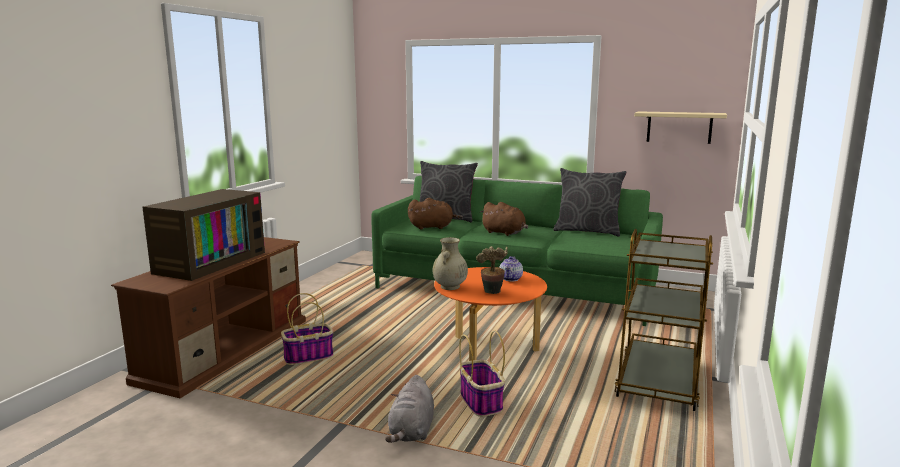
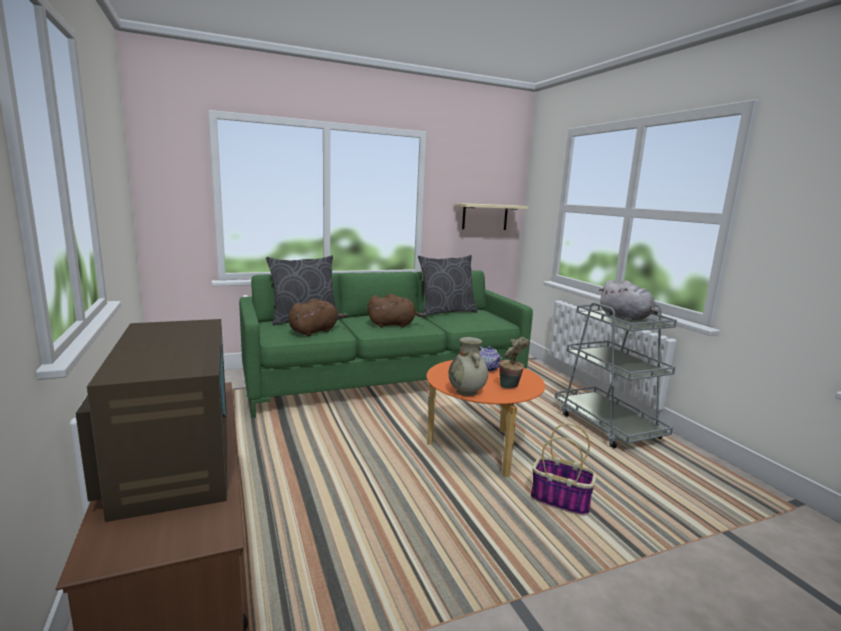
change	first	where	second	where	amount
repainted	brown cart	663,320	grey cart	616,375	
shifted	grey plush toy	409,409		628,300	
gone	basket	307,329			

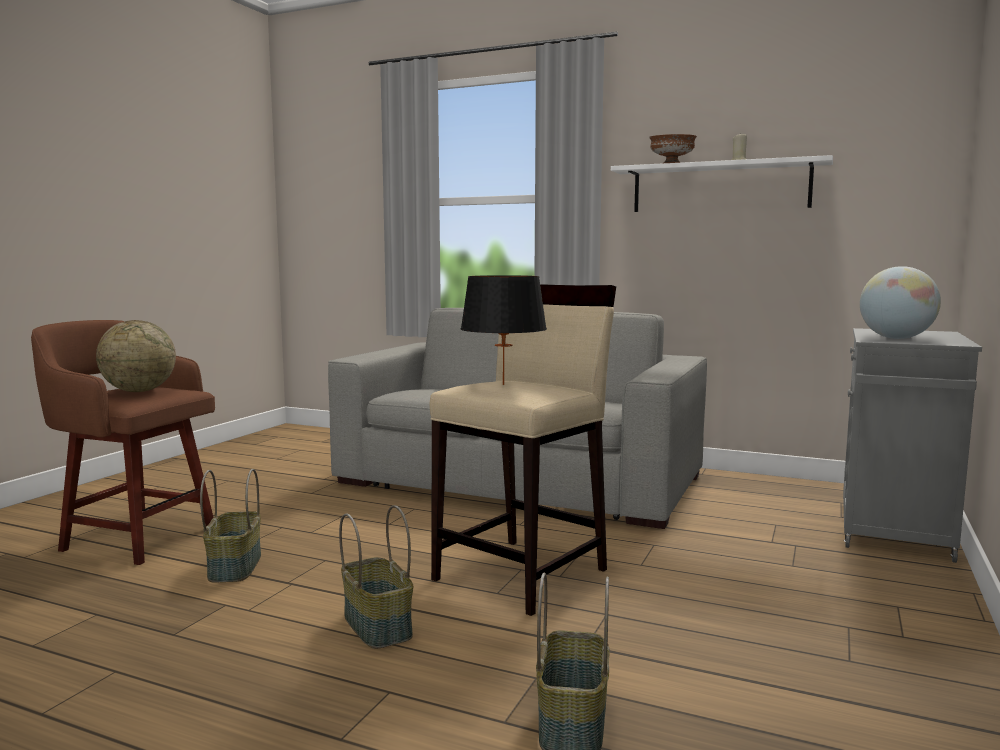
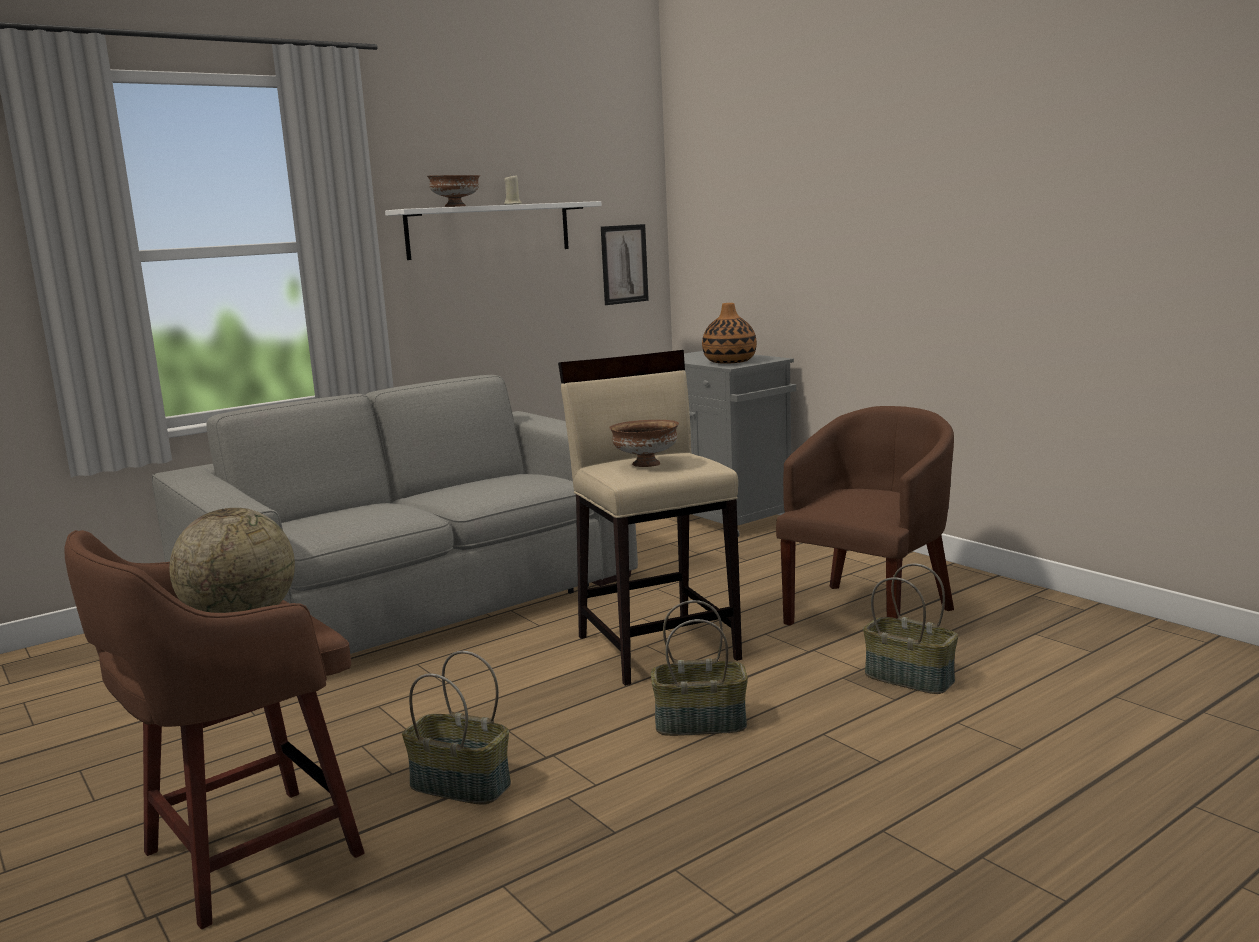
change	first	where	second	where	amount
new			picture	625,264	
swapped	black table lamp	504,330	brown bowl	644,443	
swapped	globe	900,302	vase	729,333	
new			brown armchair	865,515	

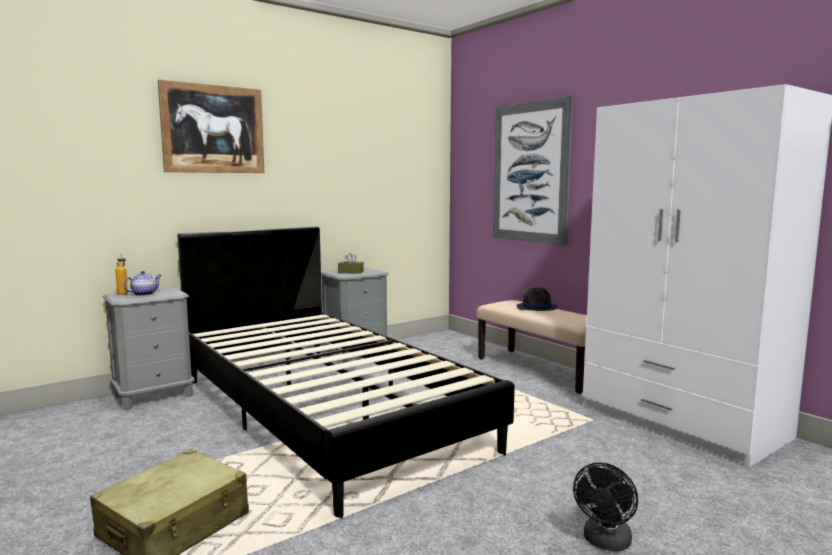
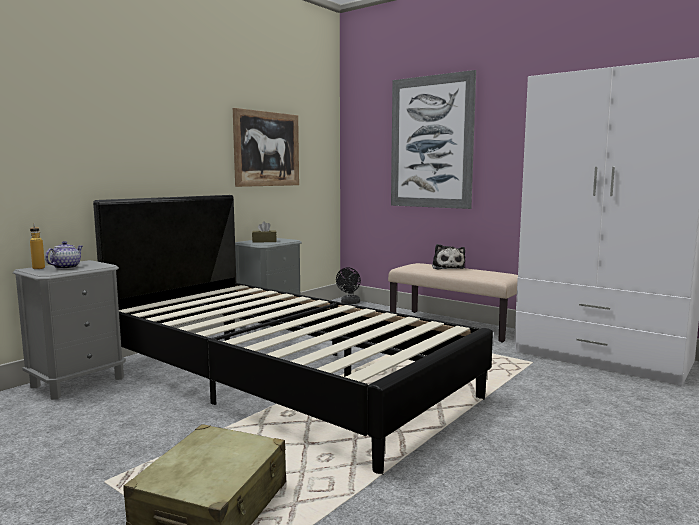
change	first	where	second	where	amount
shifted	picture	211,126		266,147	
shifted	black fan	605,507		348,285	
swapped	black hat	537,299	plush toy	448,256	

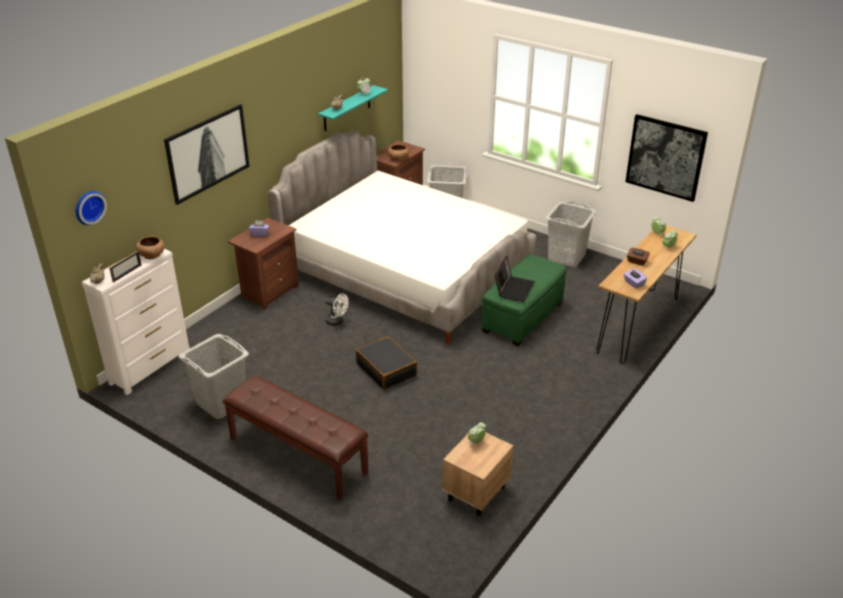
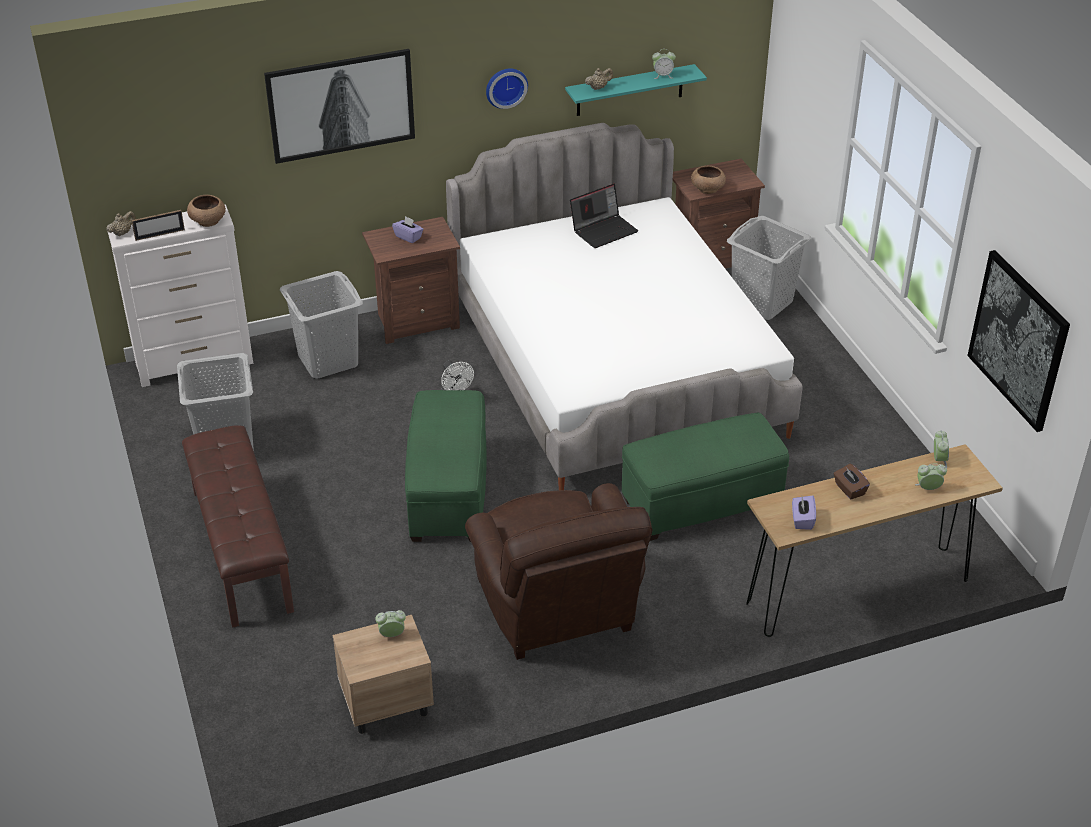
change	first	where	second	where	amount
shifted	grey laundry basket	571,234		321,325	
swapped	black suitcase	386,363	green ottoman	446,466	
new			brown armchair	559,571	
shifted	wall clock	91,208		507,88	
shifted	laptop	515,279		604,216	

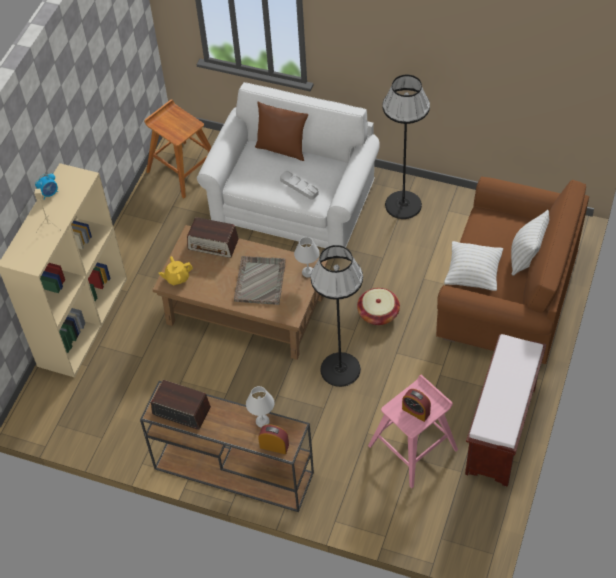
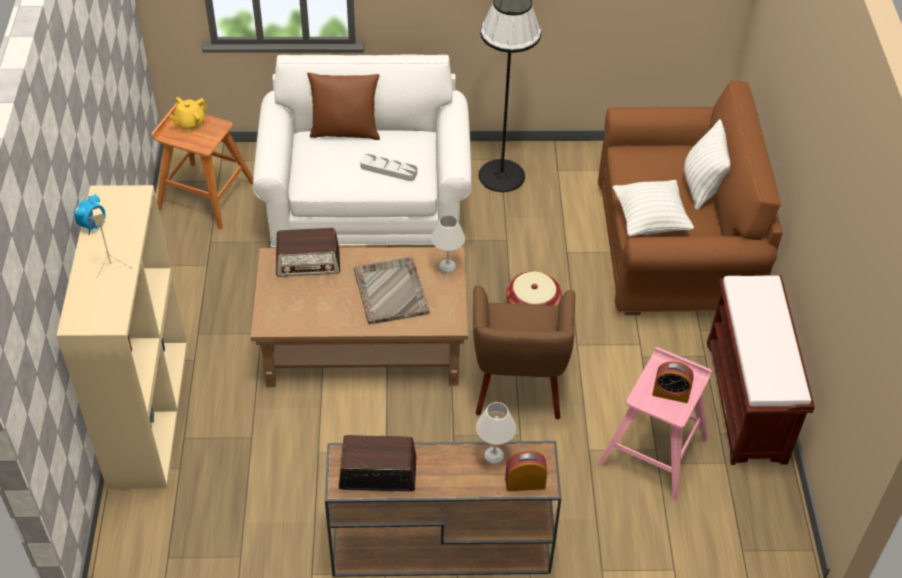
change	first	where	second	where	amount
shifted	yellow teapot	176,271		188,114	
swapped	black floor lamp	337,316	brown armchair	524,352	

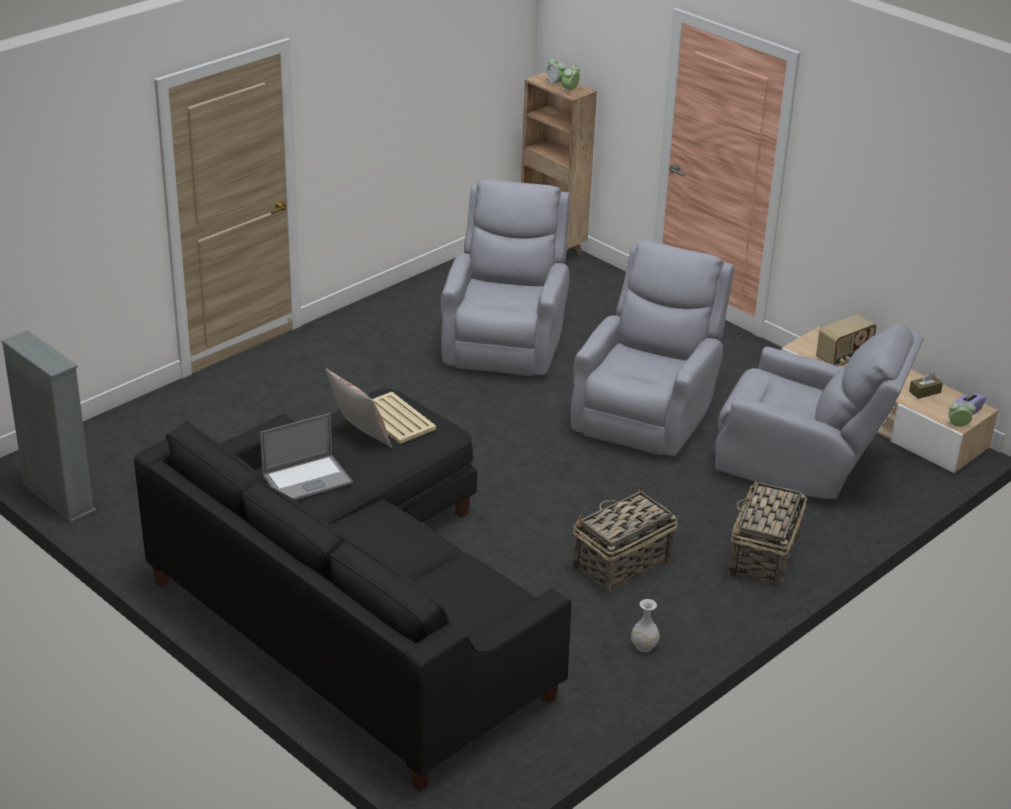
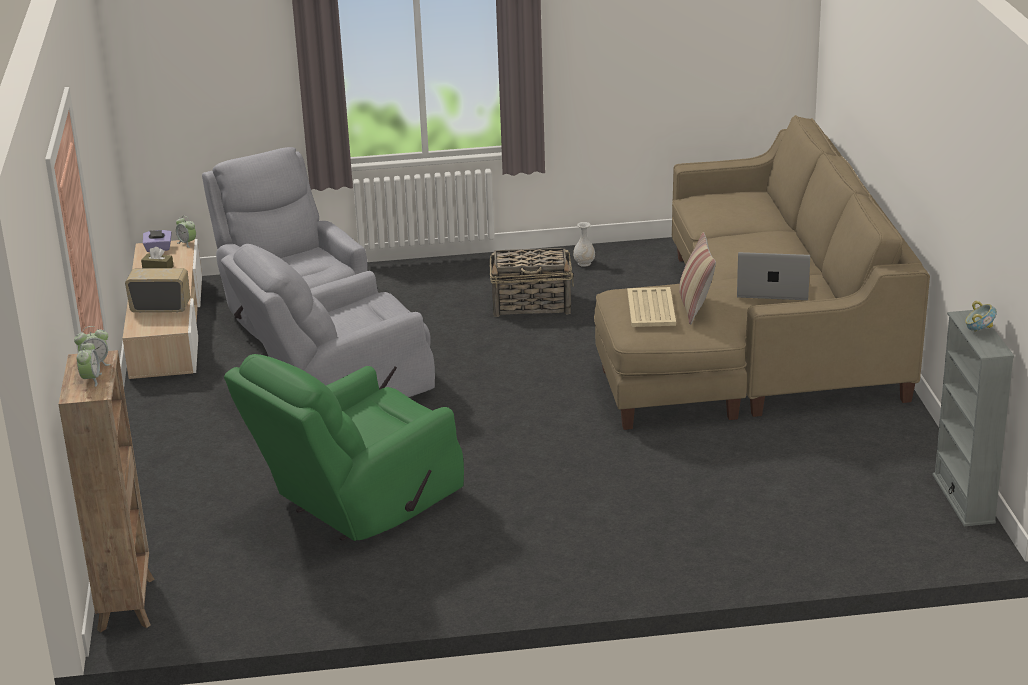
change	first	where	second	where	amount
repainted	grey armchair	505,277	green armchair	344,447	
repainted	black sofa	353,590	beige sofa	762,272	
new			bowl	981,316	
gone	basket	767,533			

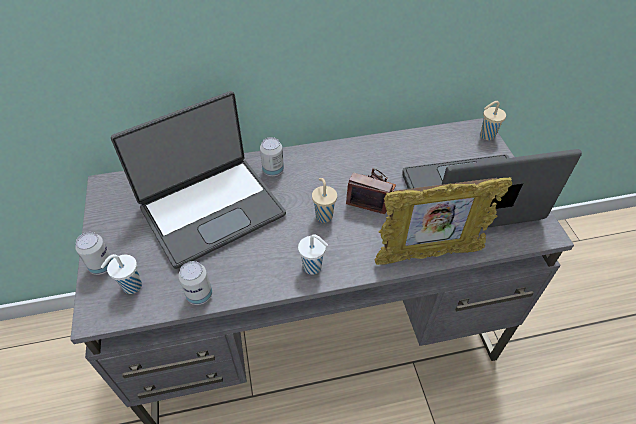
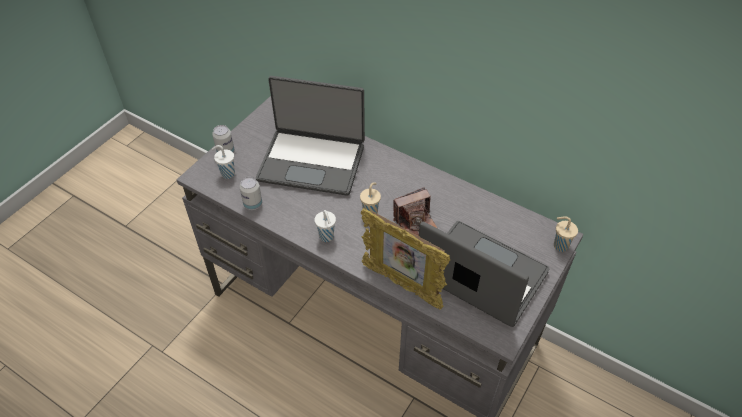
change	first	where	second	where	amount
rotated	photo camera	371,191		415,211	90 degrees clockwise
gone	can	272,156			

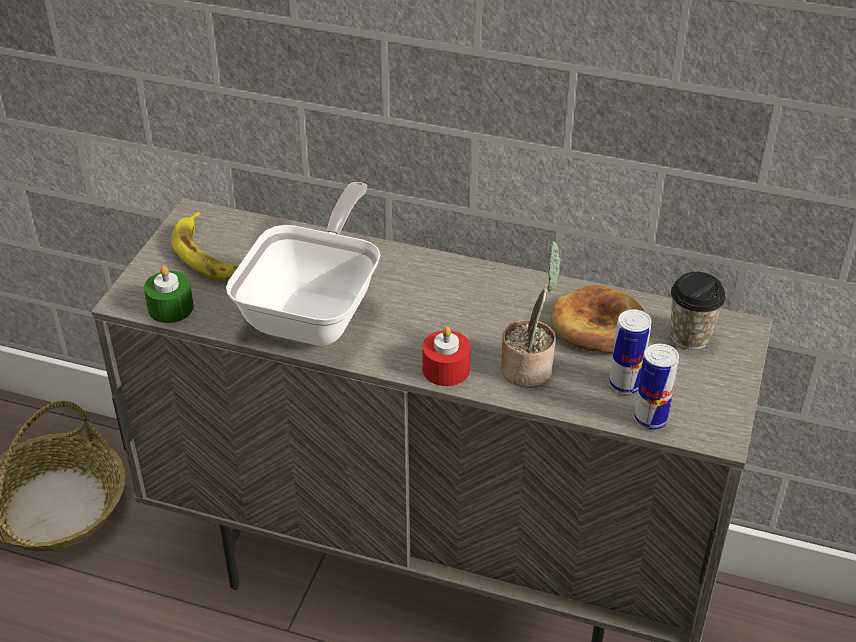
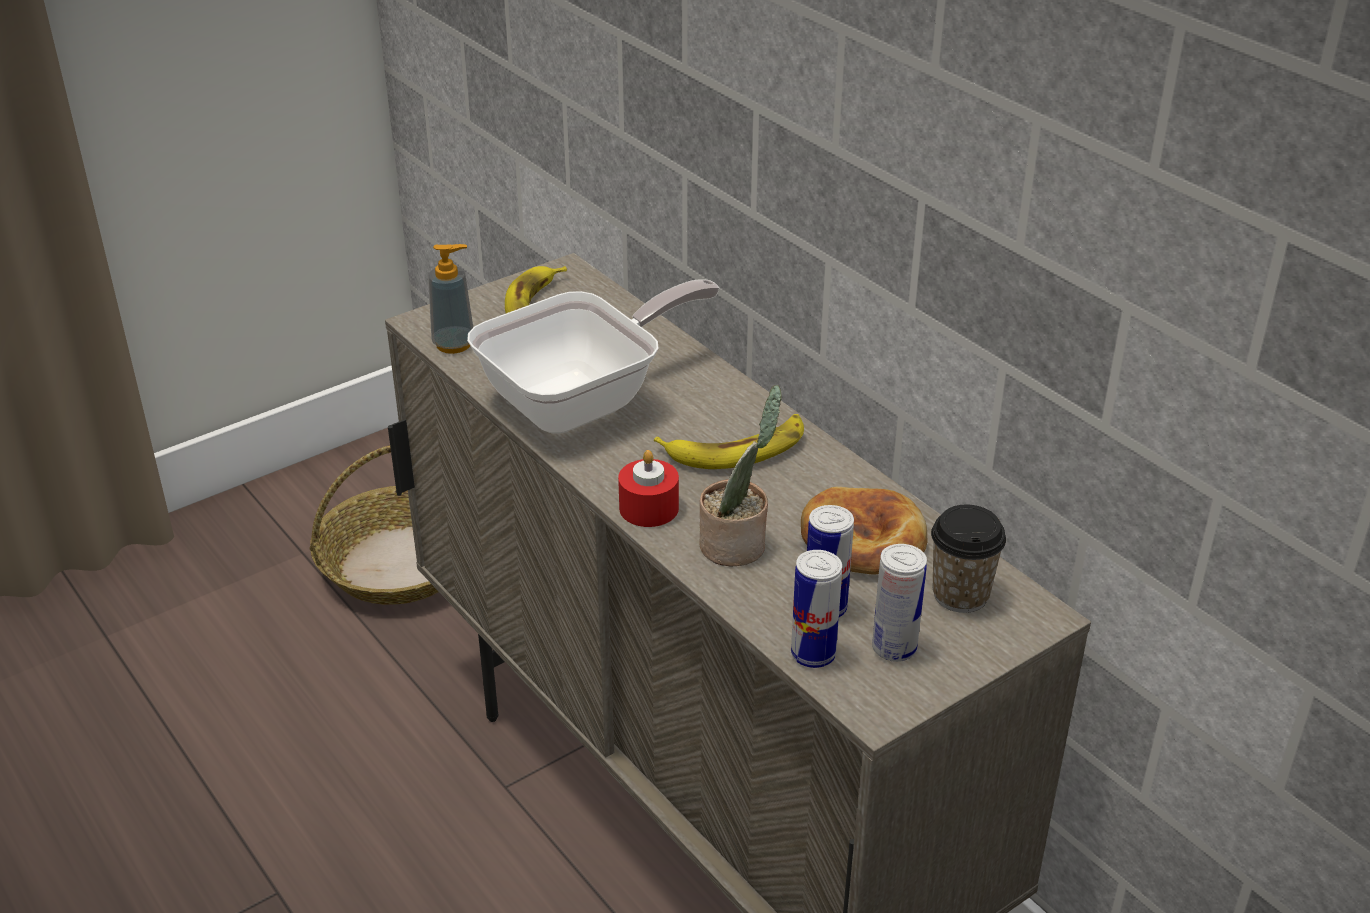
change	first	where	second	where	amount
swapped	green candle	169,294	soap dispenser	450,299	
new			banana	729,441	
new			can	899,603	

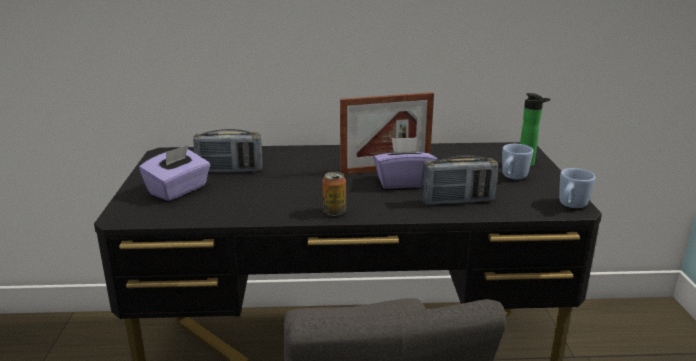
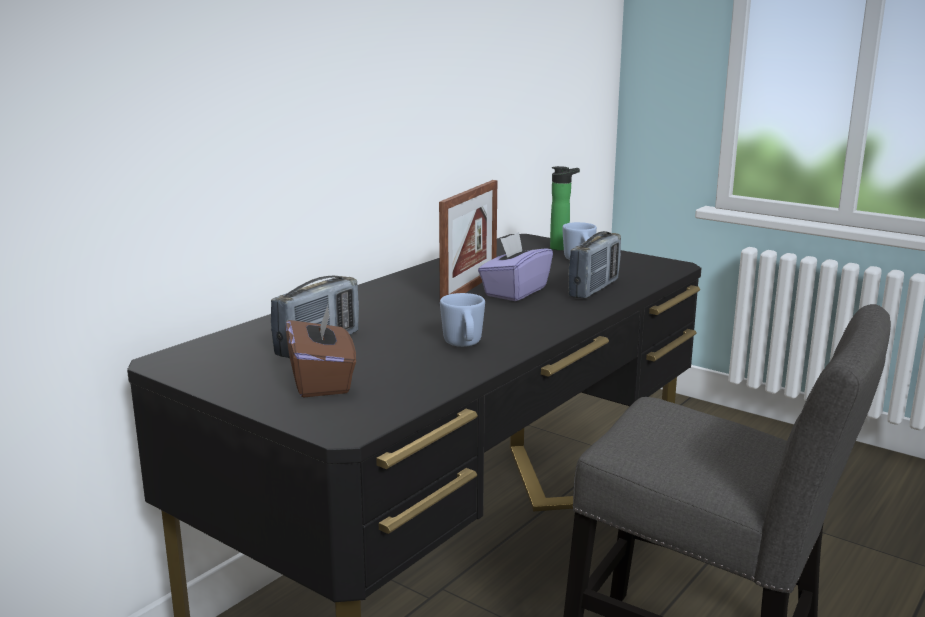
change	first	where	second	where	amount
repainted	purple tissue box	174,173	brown tissue box	320,351	
shifted	blue mug	577,188		462,320	
gone	can	334,194			

